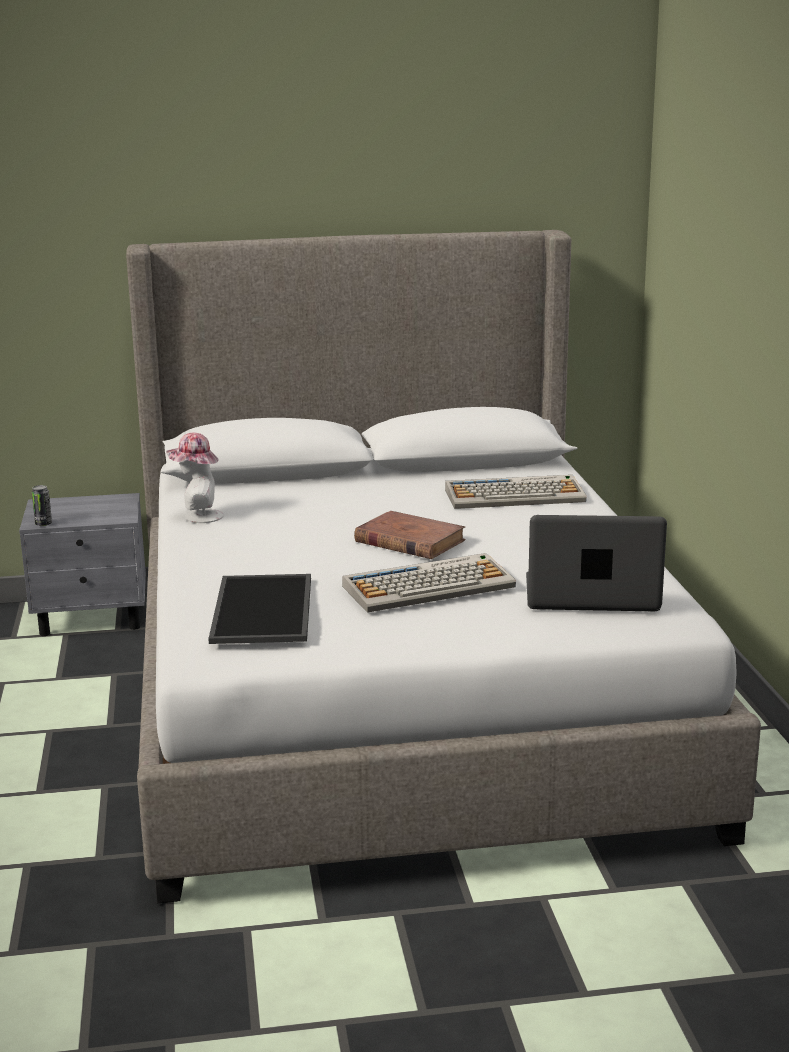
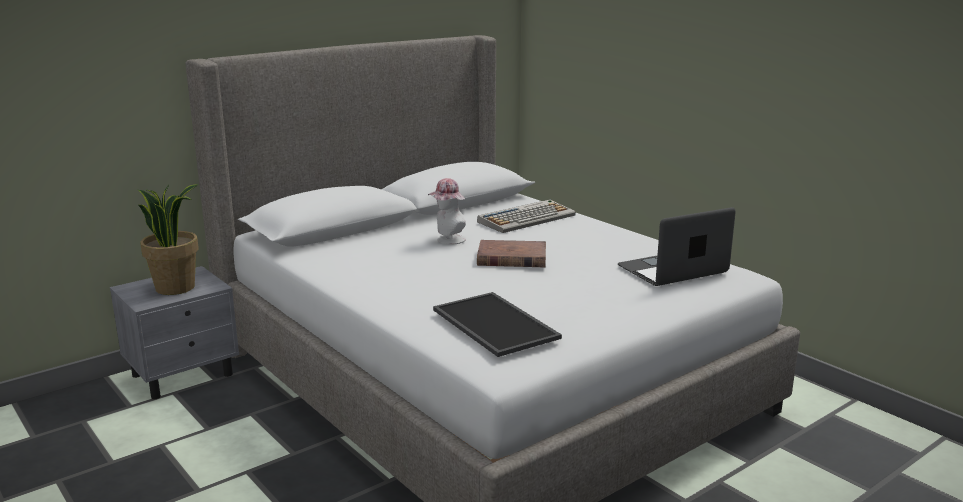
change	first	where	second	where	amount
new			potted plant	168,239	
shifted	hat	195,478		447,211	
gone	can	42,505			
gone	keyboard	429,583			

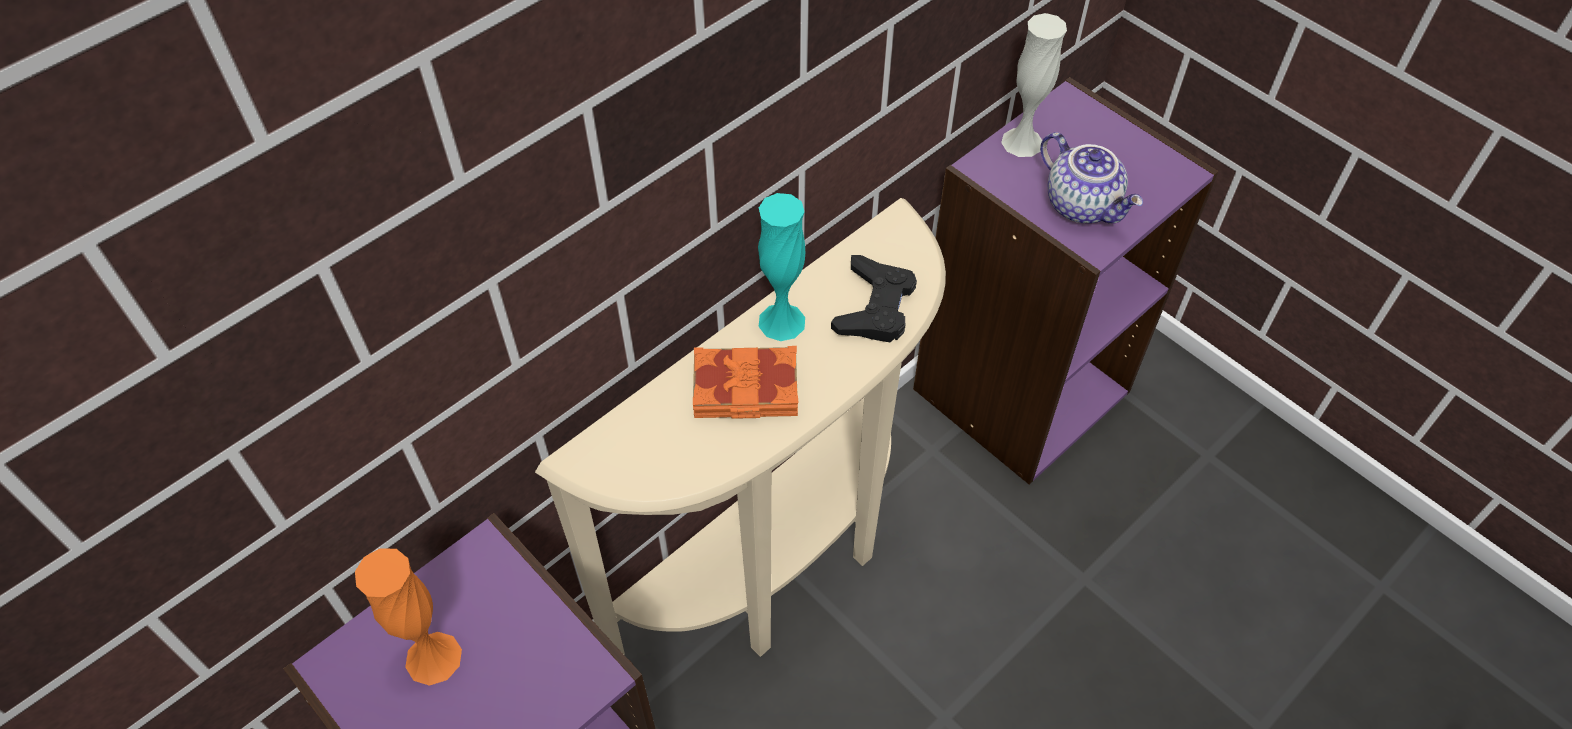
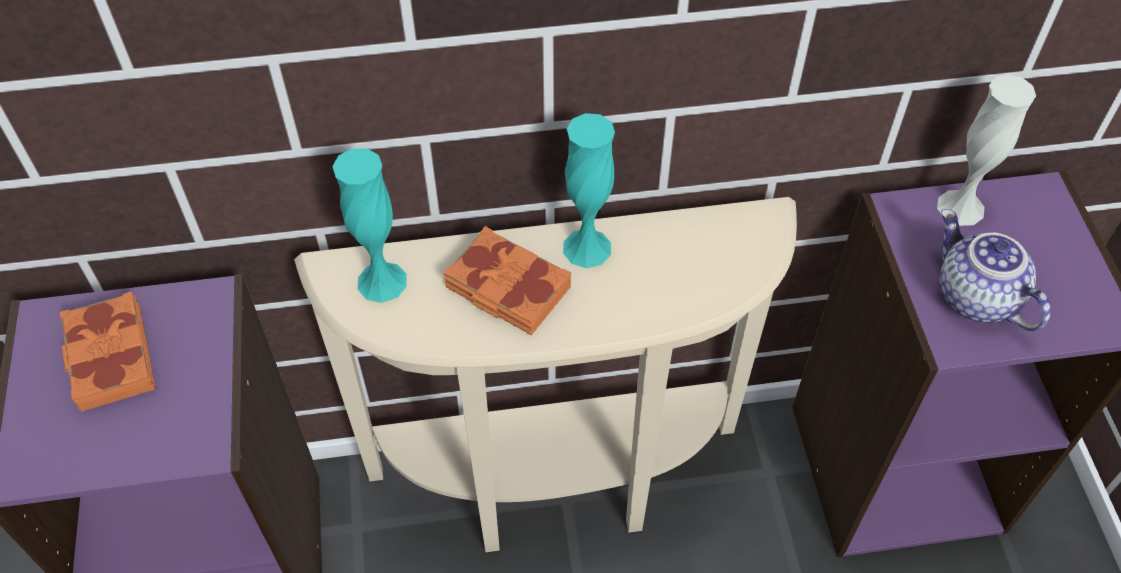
change	first	where	second	where	amount
swapped	orange vase	408,617	orange book	107,351	
new			turquoise vase	369,225	
rotated	teapot	1091,178		995,270	150 degrees clockwise
gone	black game controller	874,298			

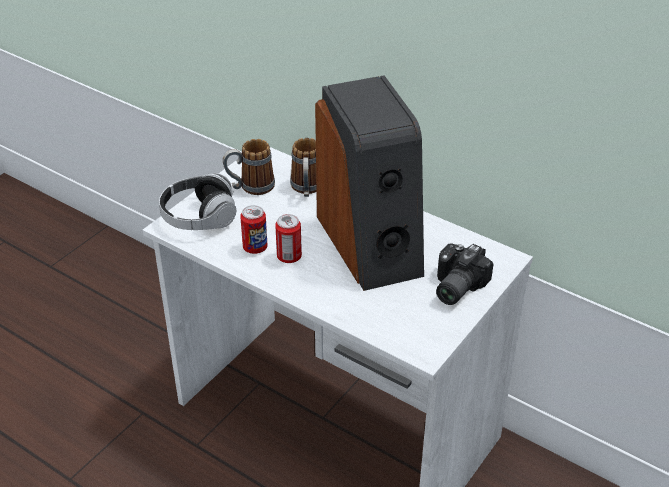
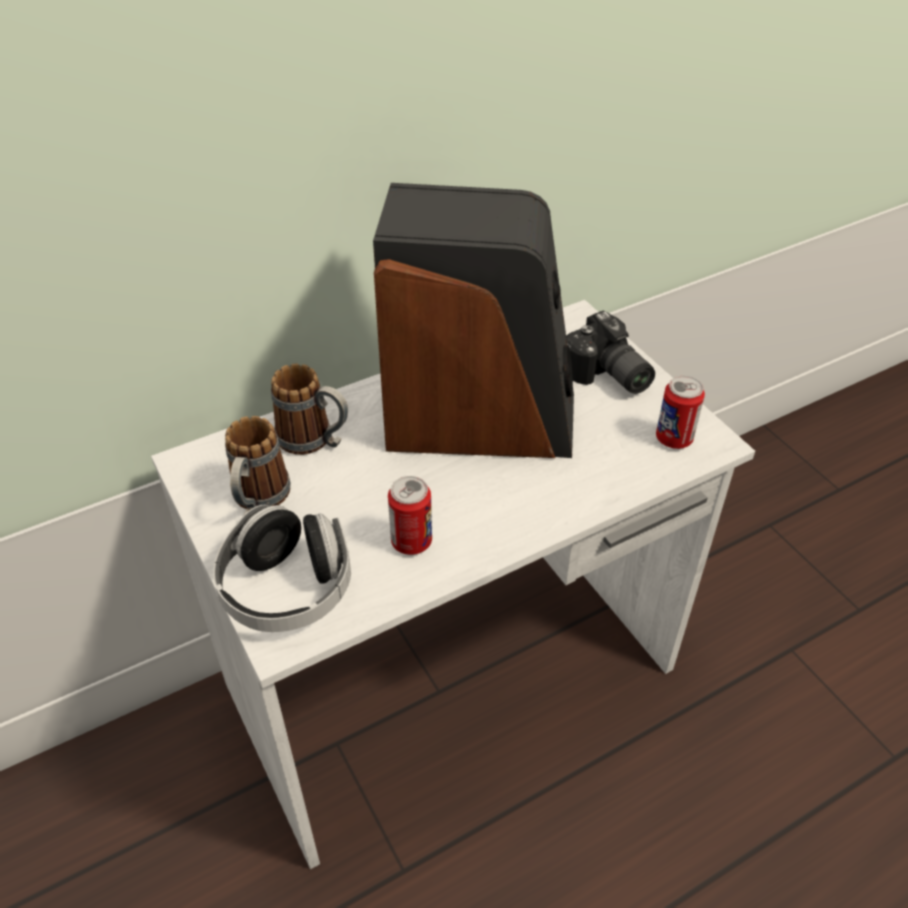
change	first	where	second	where	amount
shifted	can	288,238		680,412	

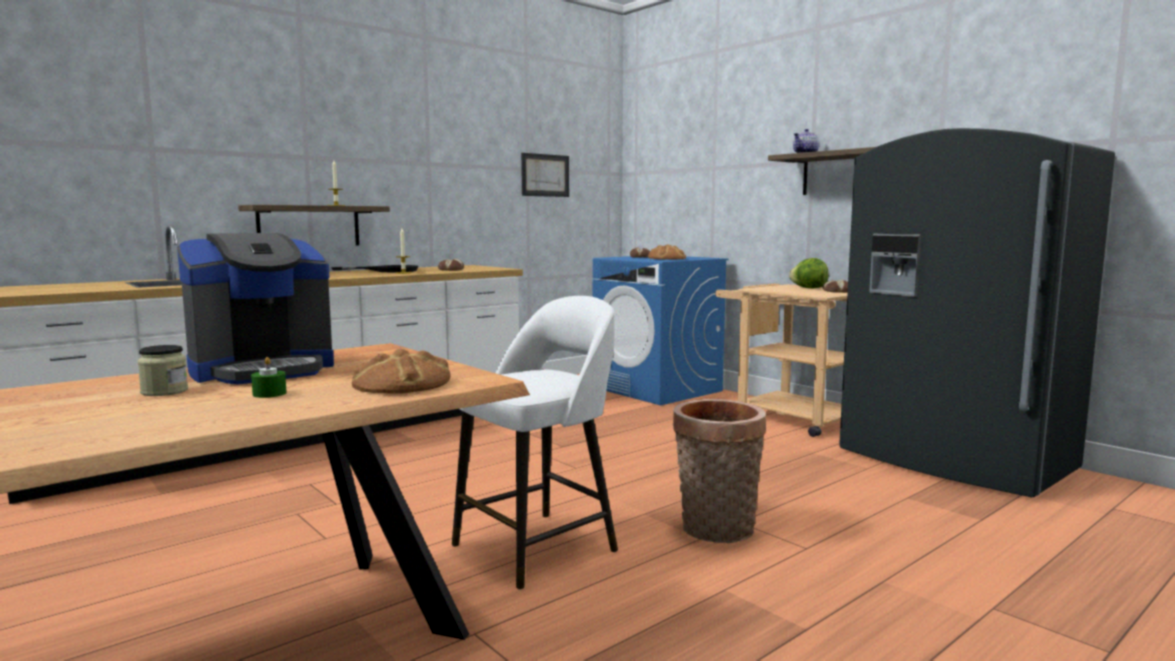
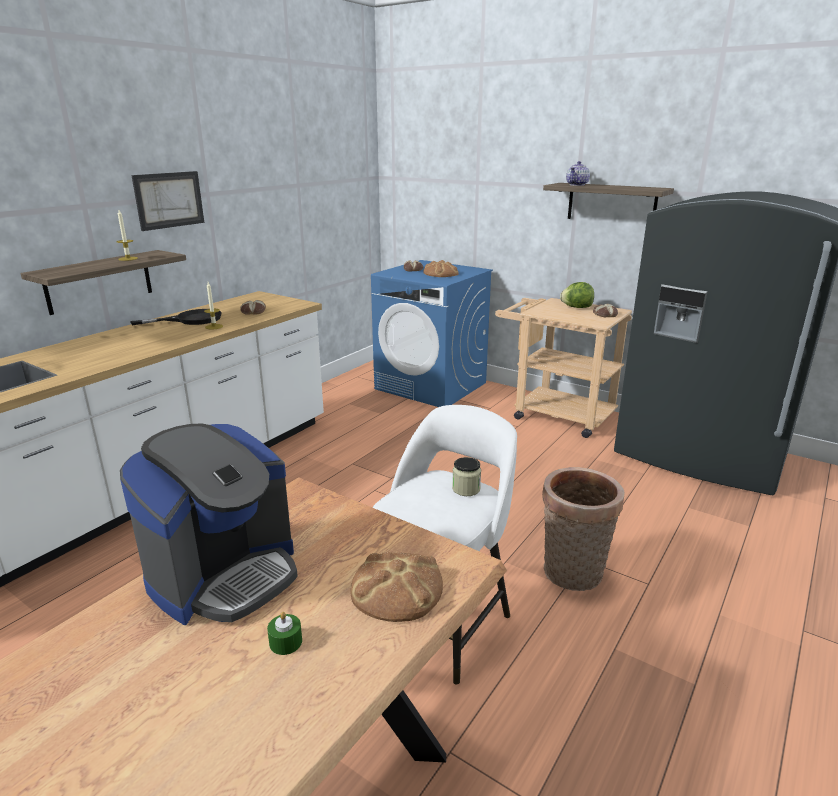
change	first	where	second	where	amount
shifted	picture	545,175		167,201	
shifted	jar	163,370		466,476	

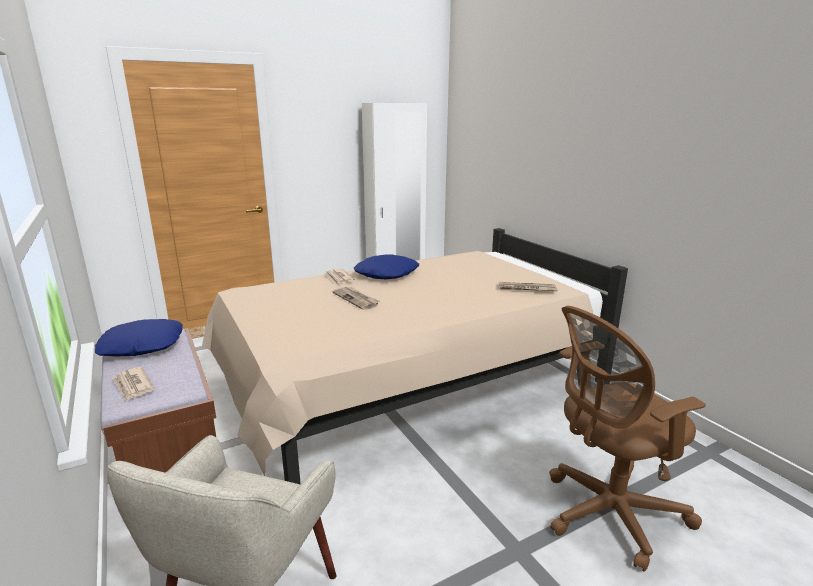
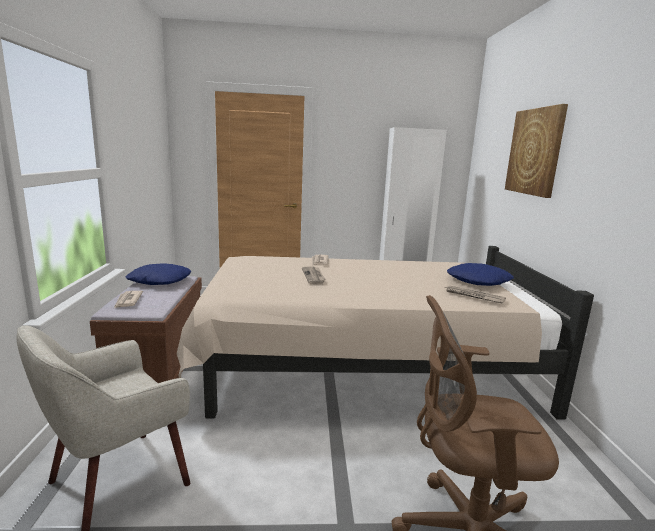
change	first	where	second	where	amount
shifted	blue pillow	386,267		480,274	
new			picture	536,151	

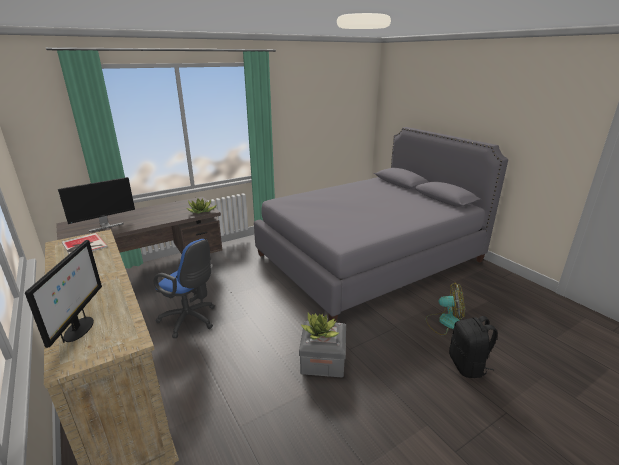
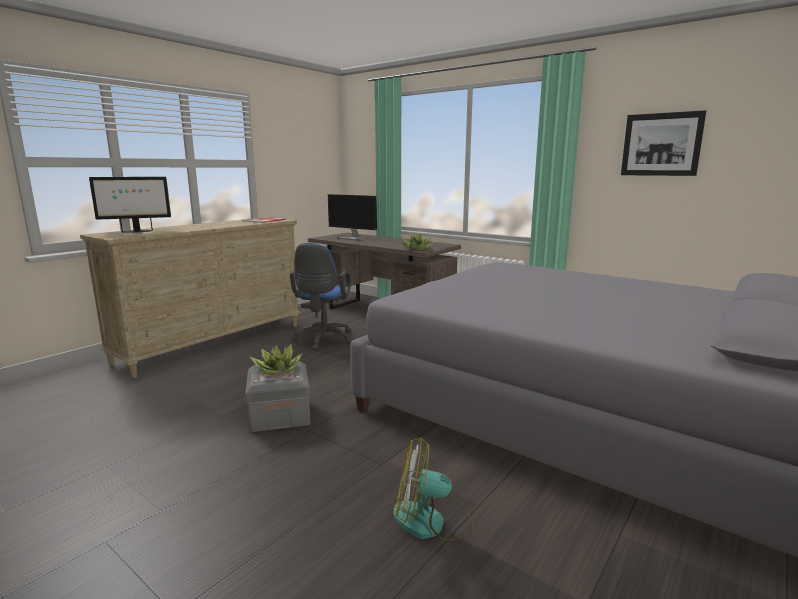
change	first	where	second	where	amount
rotated	fan	445,309		433,489	105 degrees clockwise
new			picture	663,143	
gone	black backpack	473,347			

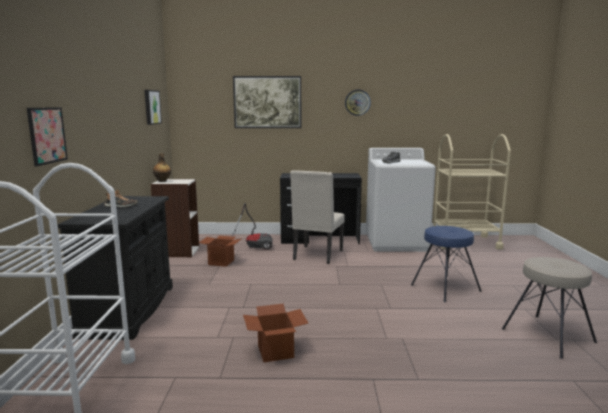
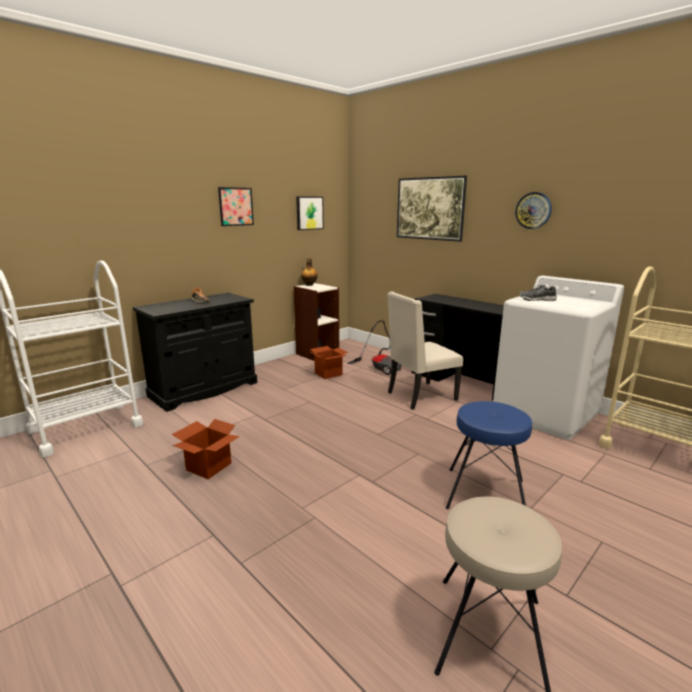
change	first	where	second	where	amount
shifted	picture	47,136		236,206	

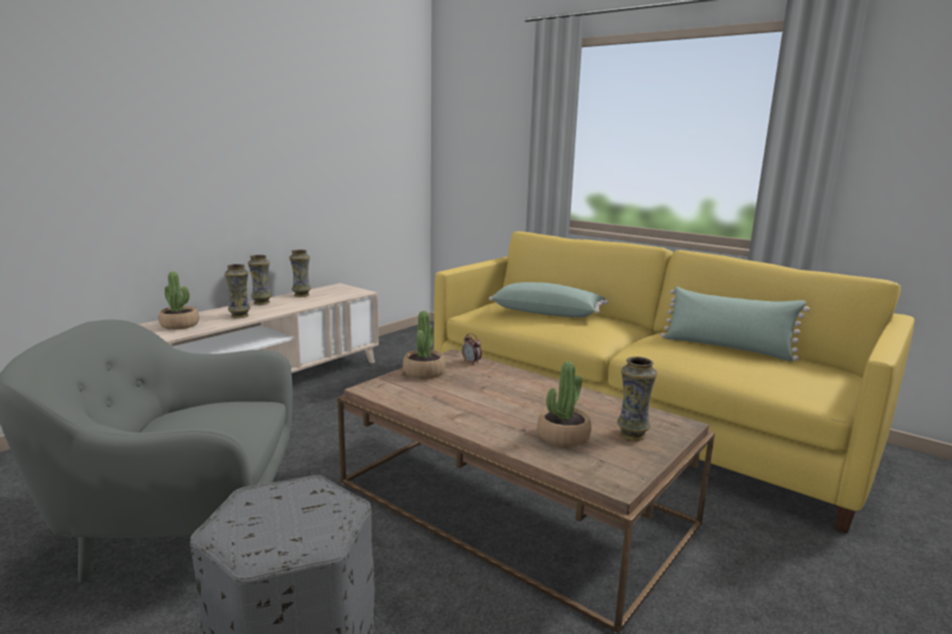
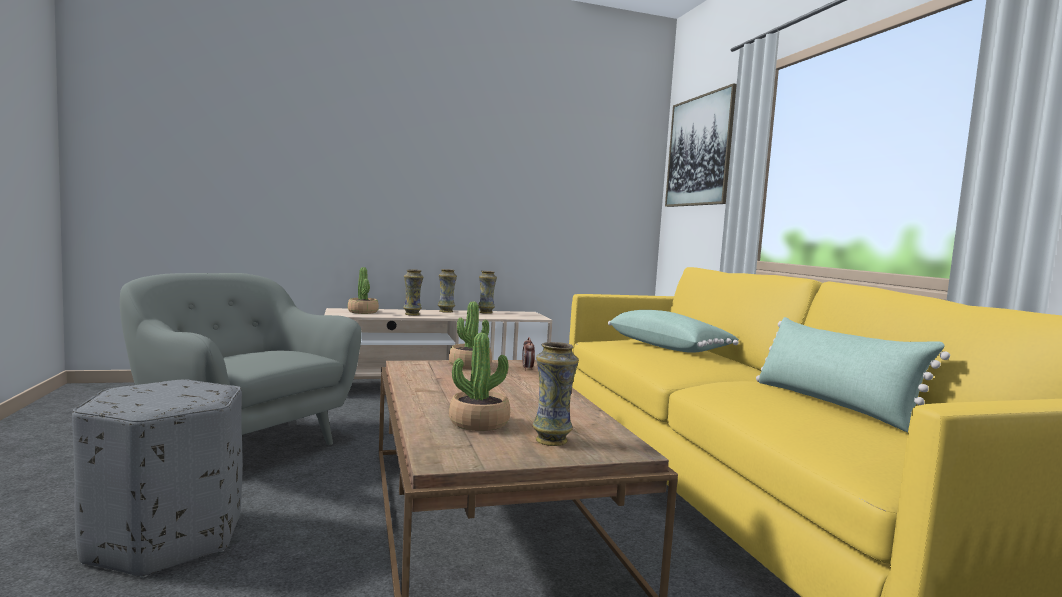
change	first	where	second	where	amount
new			picture	701,145	

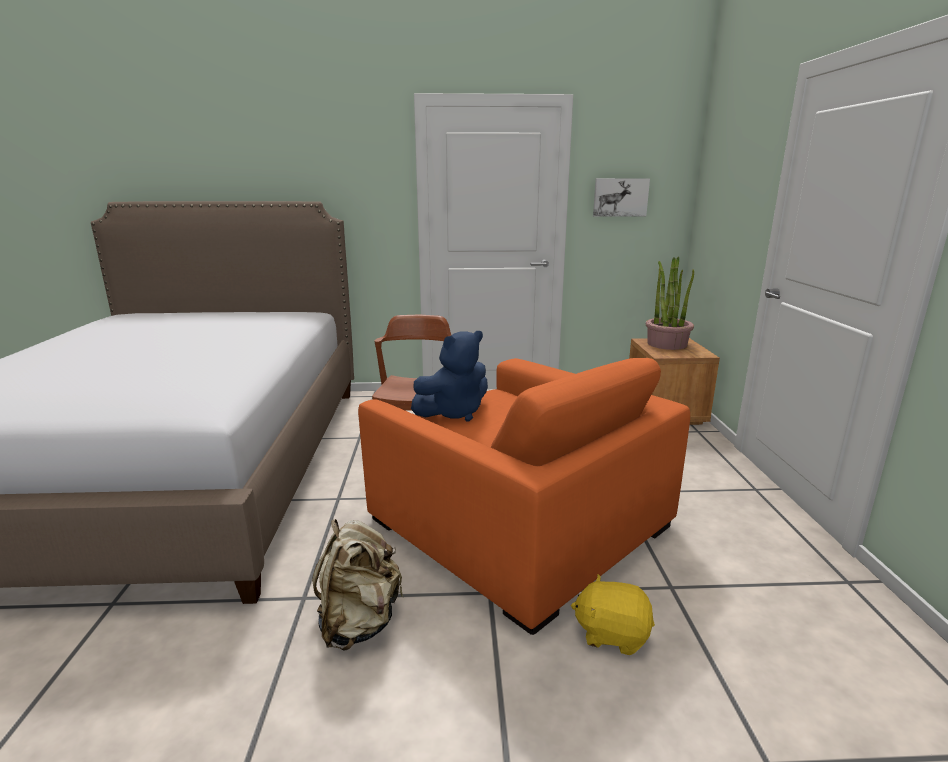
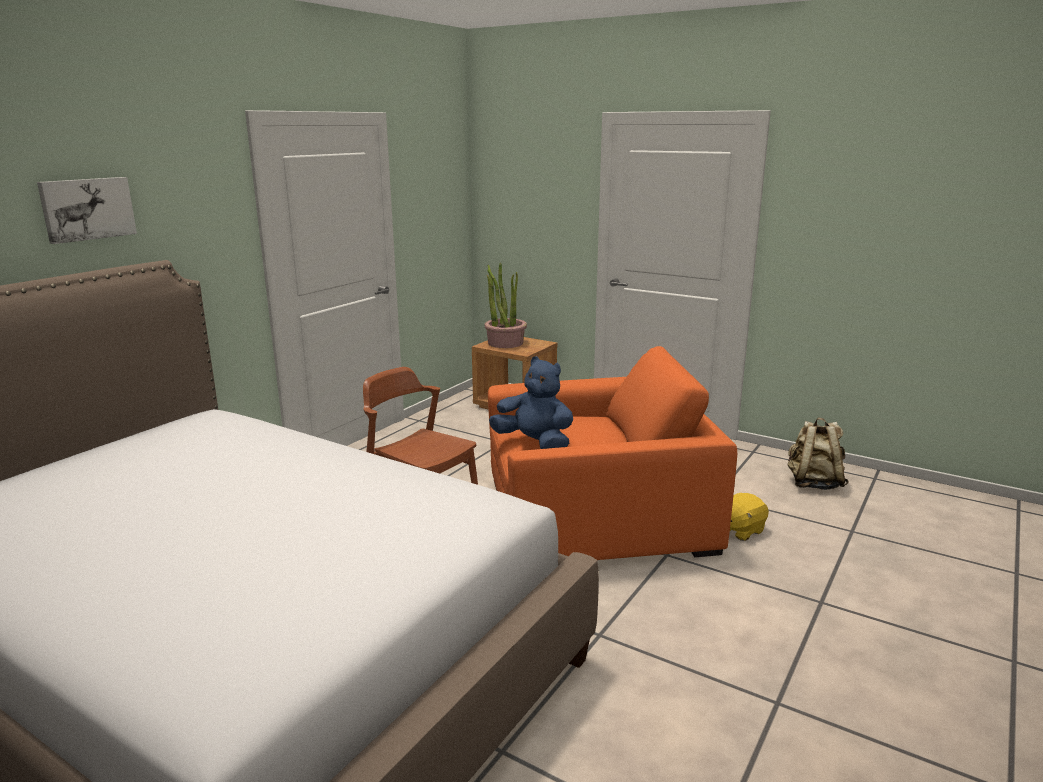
change	first	where	second	where	amount
shifted	picture	621,197		87,210	
rotated	blue plush toy	449,376		531,402	60 degrees counterclockwise
shifted	beige backpack	357,585		818,453	

